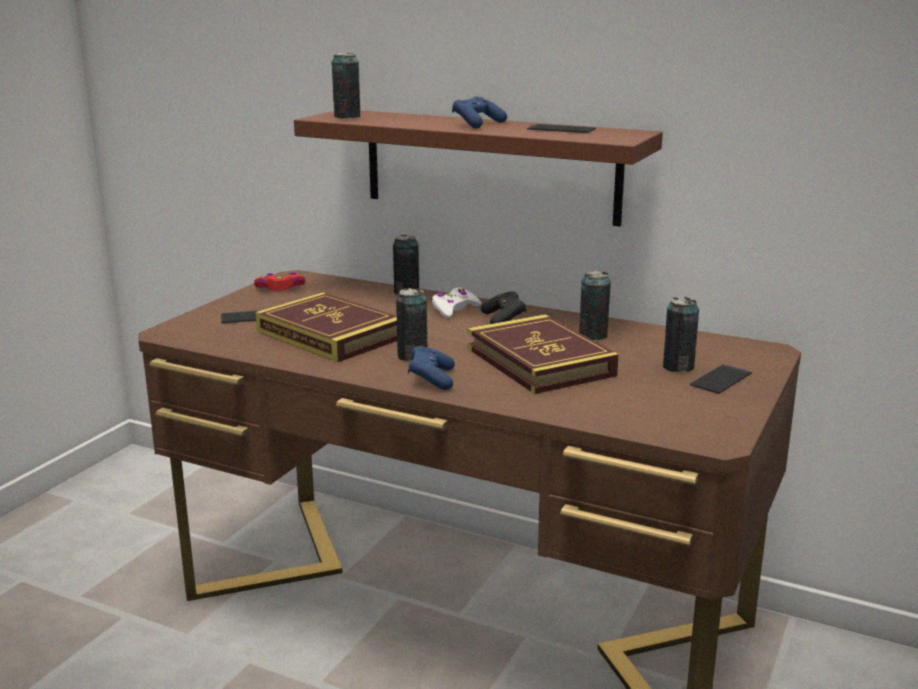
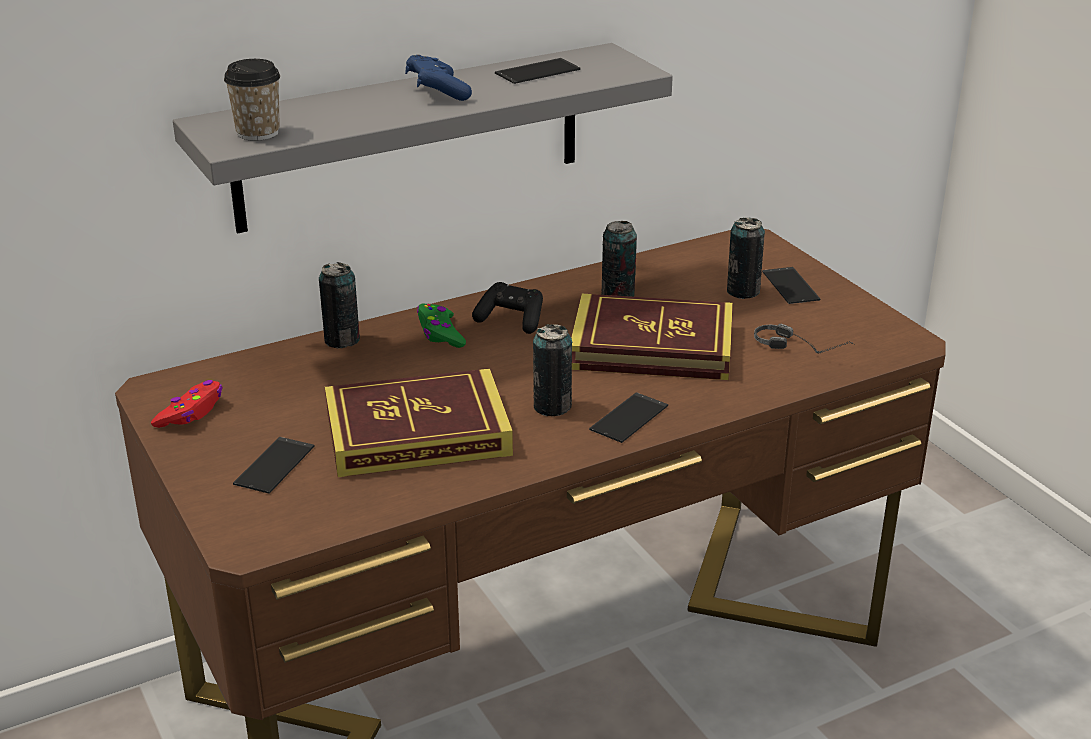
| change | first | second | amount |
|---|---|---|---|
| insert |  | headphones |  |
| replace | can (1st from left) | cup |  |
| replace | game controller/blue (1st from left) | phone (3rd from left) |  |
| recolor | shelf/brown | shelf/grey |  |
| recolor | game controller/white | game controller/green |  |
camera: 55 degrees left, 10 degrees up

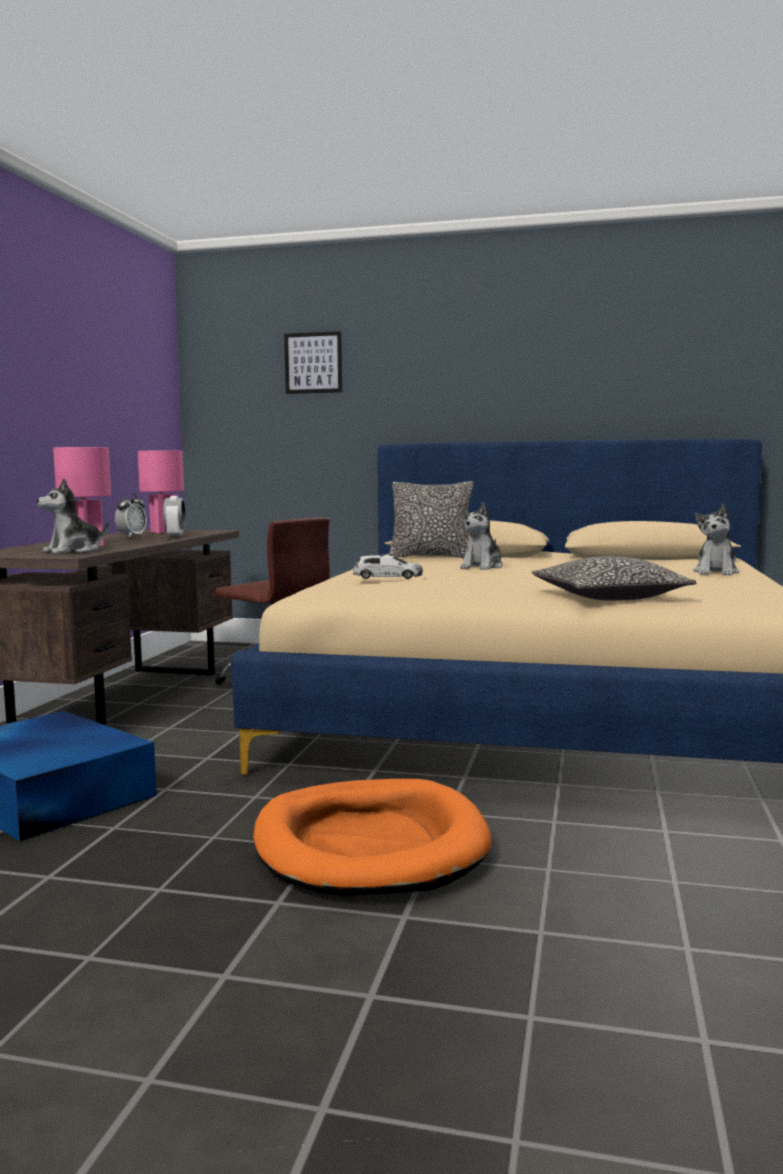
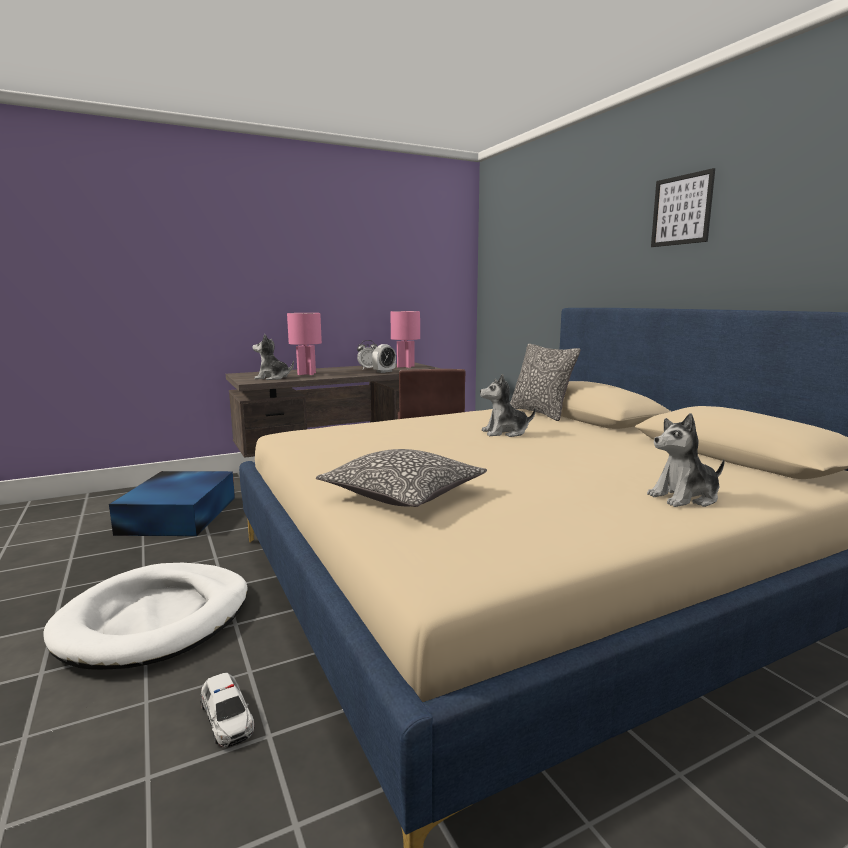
| change | first | second | amount |
|---|---|---|---|
| move | picture |  |  |
| move | toy car |  |  |
| recolor | dog bed/orange | dog bed/white |  |
camera: 50 degrees right, 5 degrees up

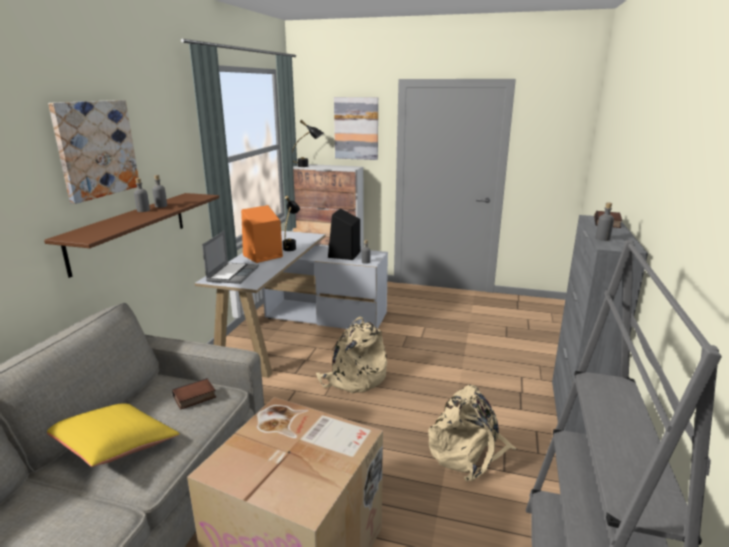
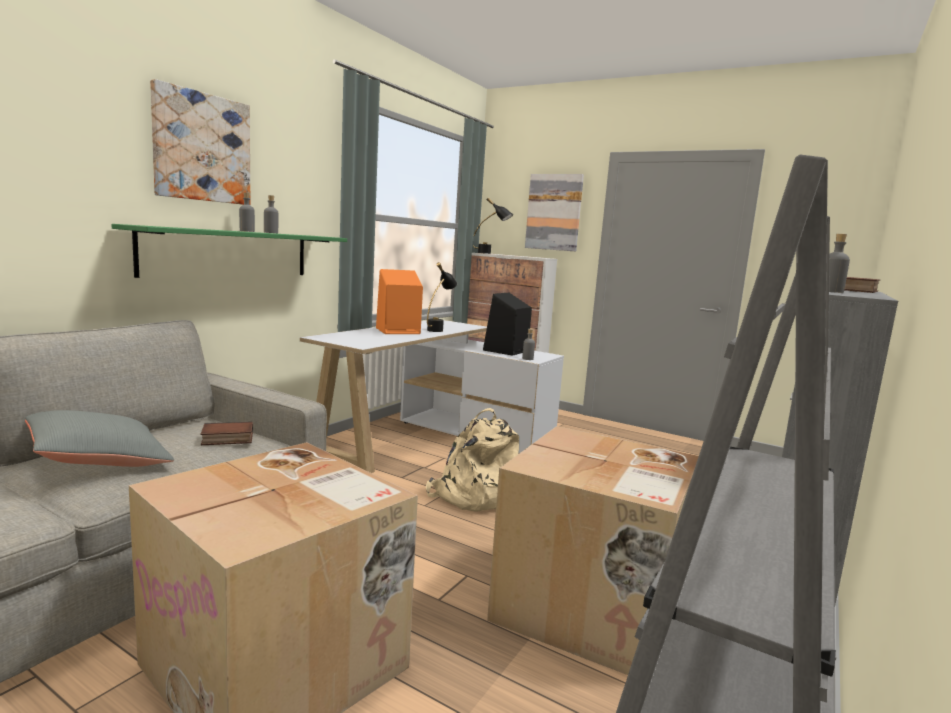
| change | first | second | amount |
|---|---|---|---|
| delete | laptop |  |  |
| replace | backpack/beige (2nd from left) | cardboard box (2nd from left) |  |
| recolor | shelf/brown | shelf/green |  |
| recolor | pillow/yellow | pillow/grey |  |
camera: 15 degrees right, 10 degrees down

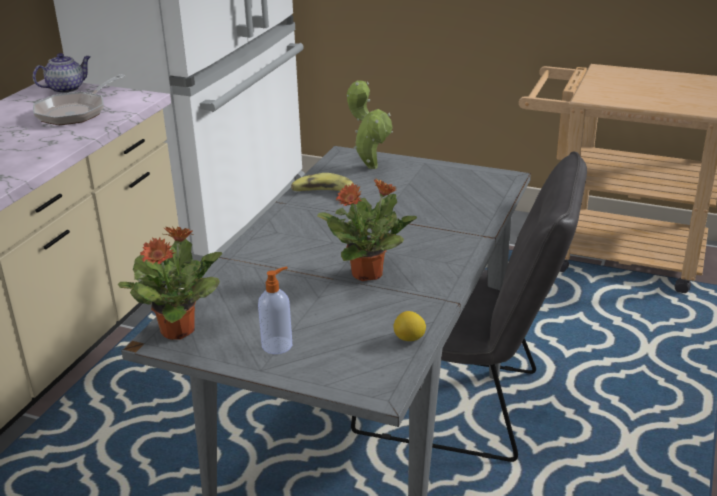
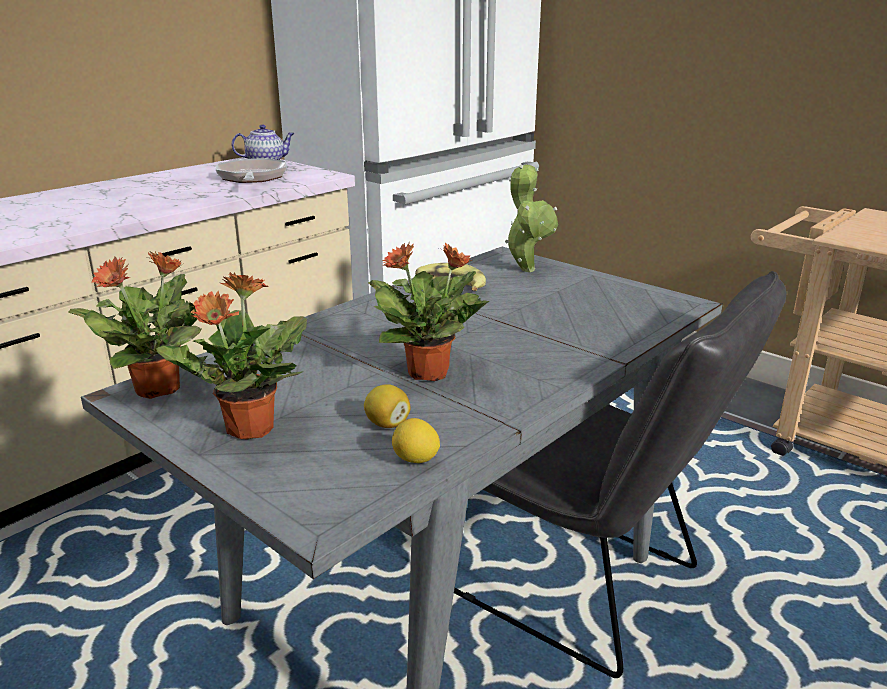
| change | first | second | amount |
|---|---|---|---|
| insert |  | lemon (1st from left) |  |
| replace | soap dispenser | potted plant (2nd from left) |  |
| rotate | frying pan |  | 120 degrees clockwise |
camera: 20 degrees right, 5 degrees down

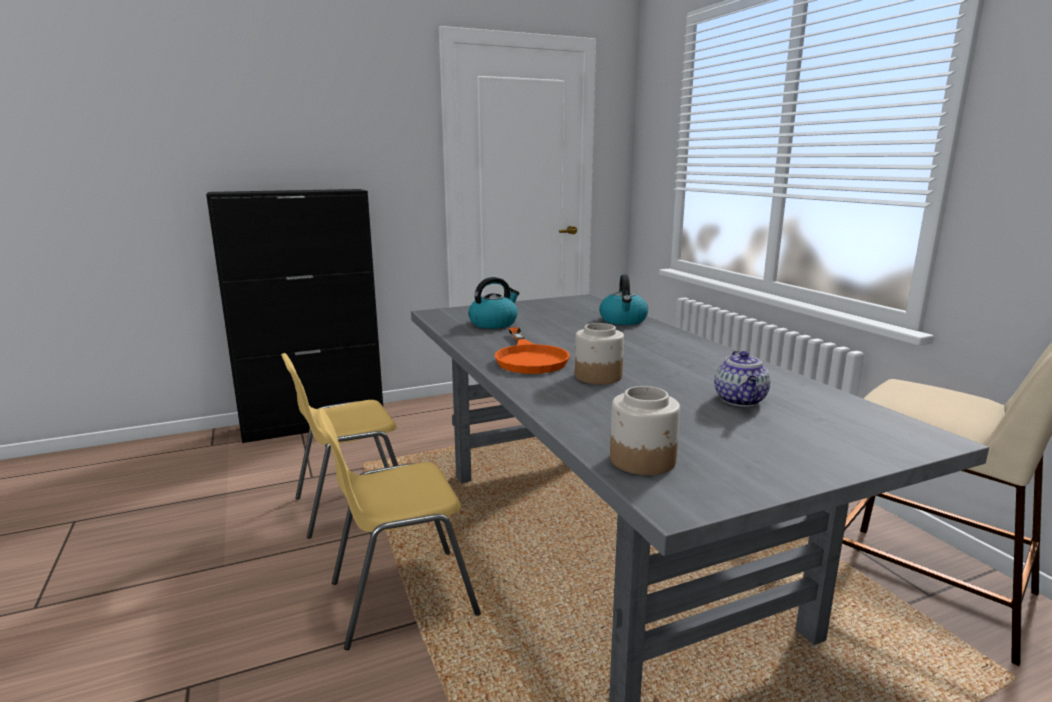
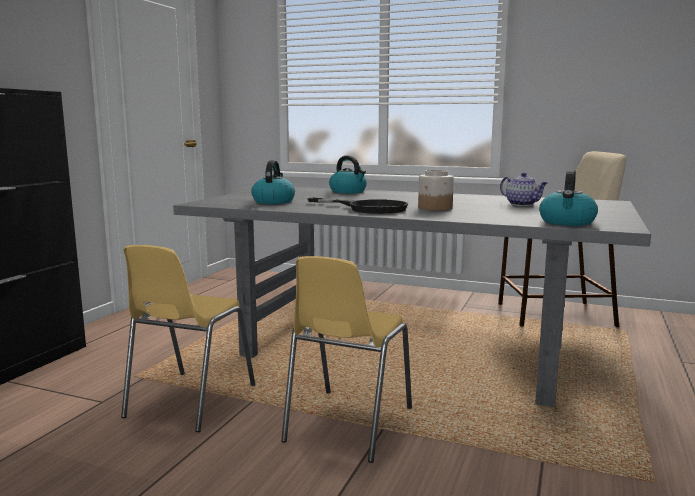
| change | first | second | amount |
|---|---|---|---|
| replace | jar (2nd from left) | kettle (3rd from left) |  |
| recolor | frying pan/orange | frying pan/black |  |
camera: 45 degrees left, 5 degrees down

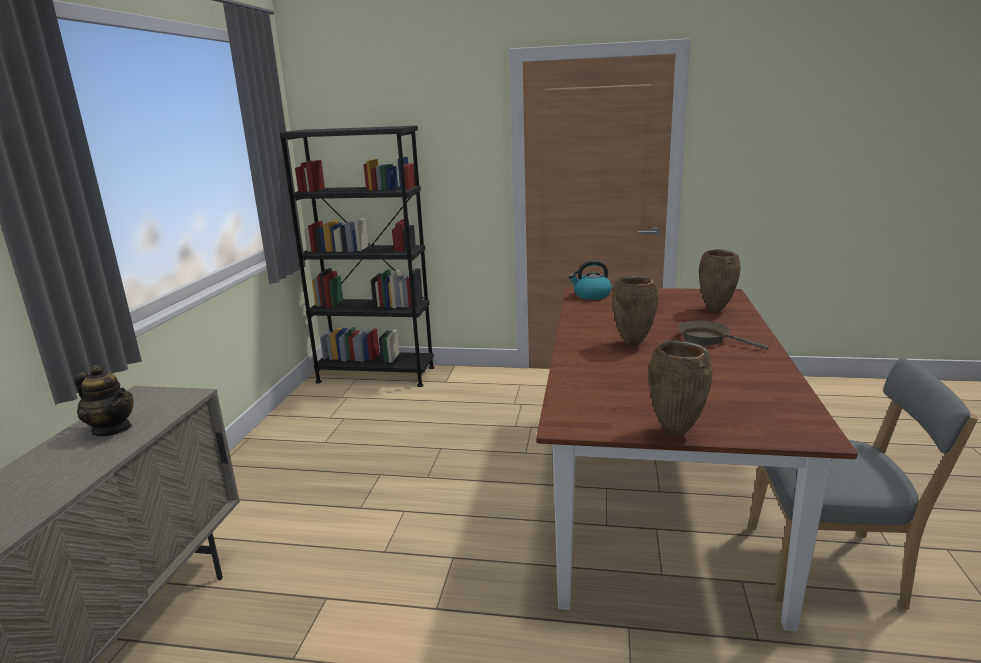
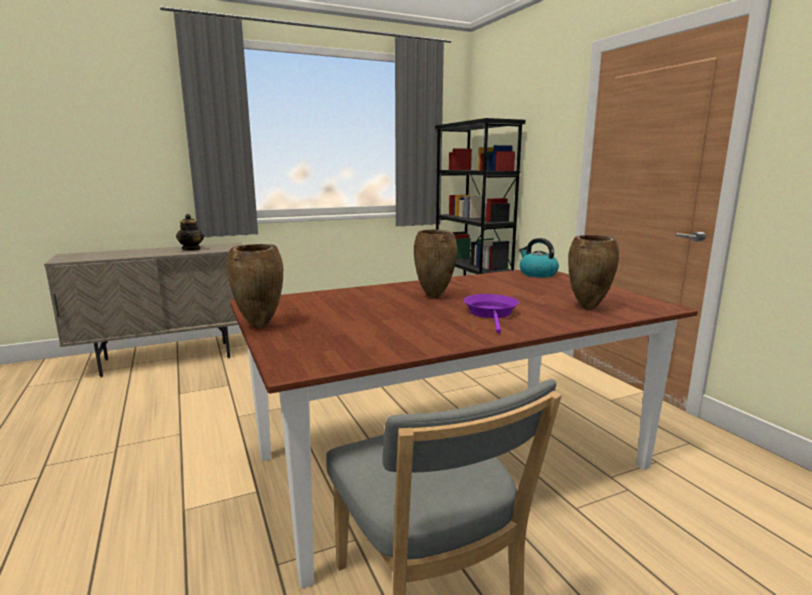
| change | first | second | amount |
|---|---|---|---|
| recolor | frying pan/brown | frying pan/purple |  |
camera: 55 degrees right, 5 degrees down

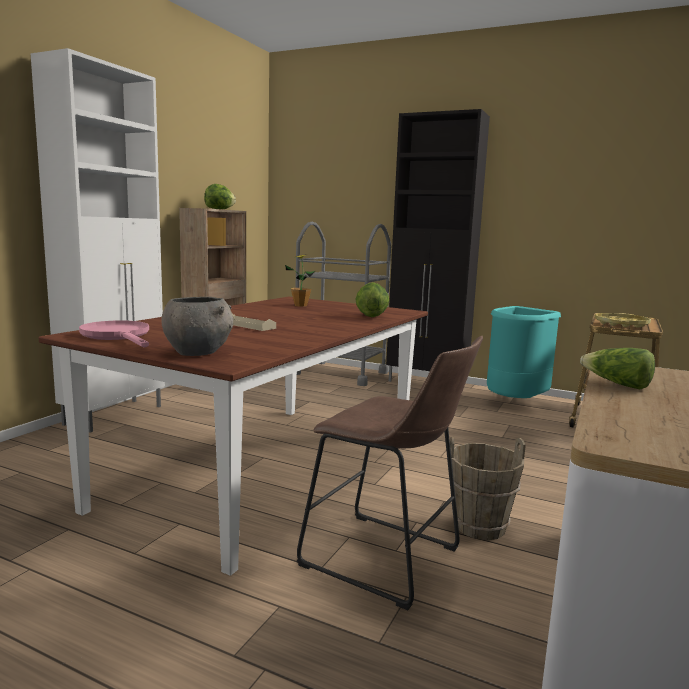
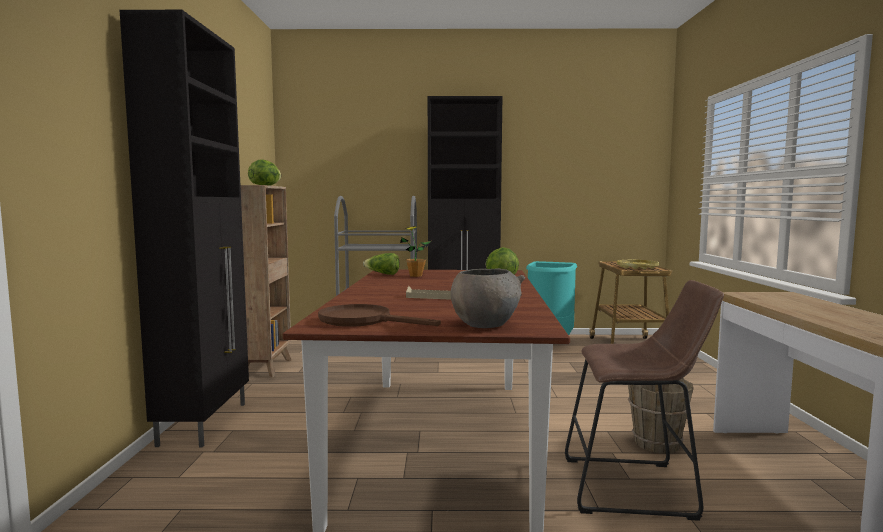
| change | first | second | amount |
|---|---|---|---|
| move | lettuce (3rd from left in the first image) | lettuce (2nd from left) |  |
| recolor | cabinet/white | cabinet/black (1st from left) |  |
| recolor | frying pan/pink | frying pan/brown |  |
camera: 25 degrees left, 5 degrees down

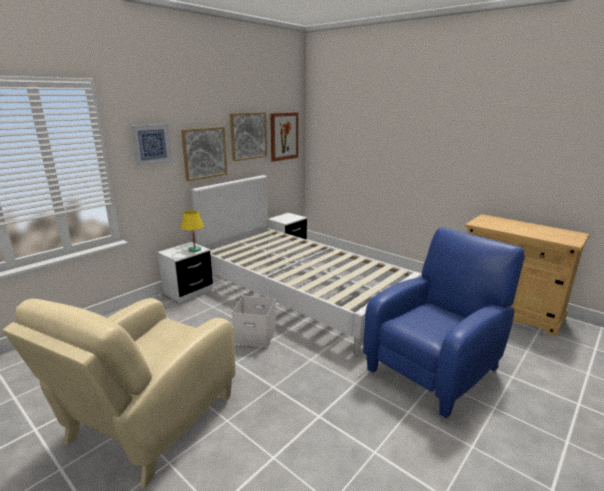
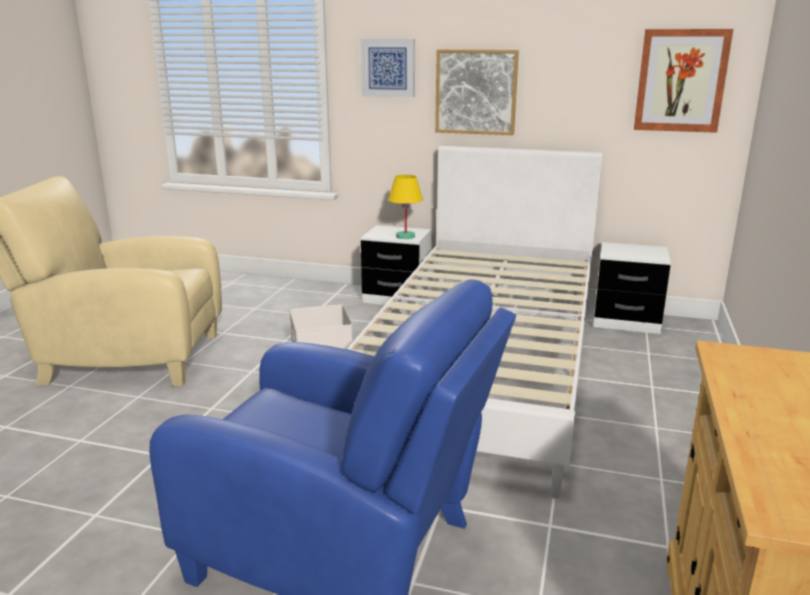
| change | first | second | amount |
|---|---|---|---|
| delete | picture (3rd from left) |  |  |
camera: 65 degrees right, 0 degrees up

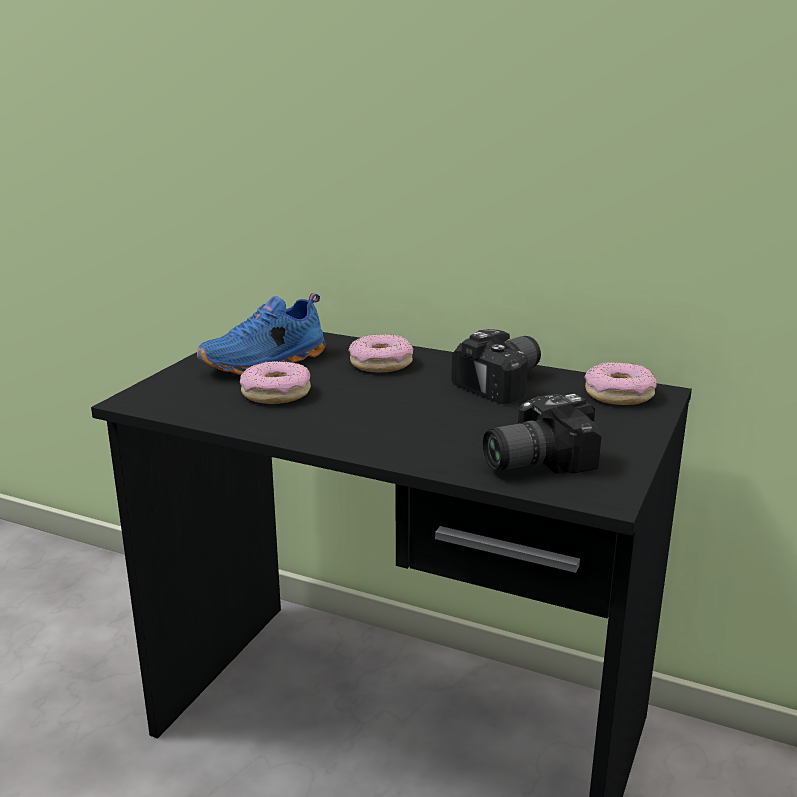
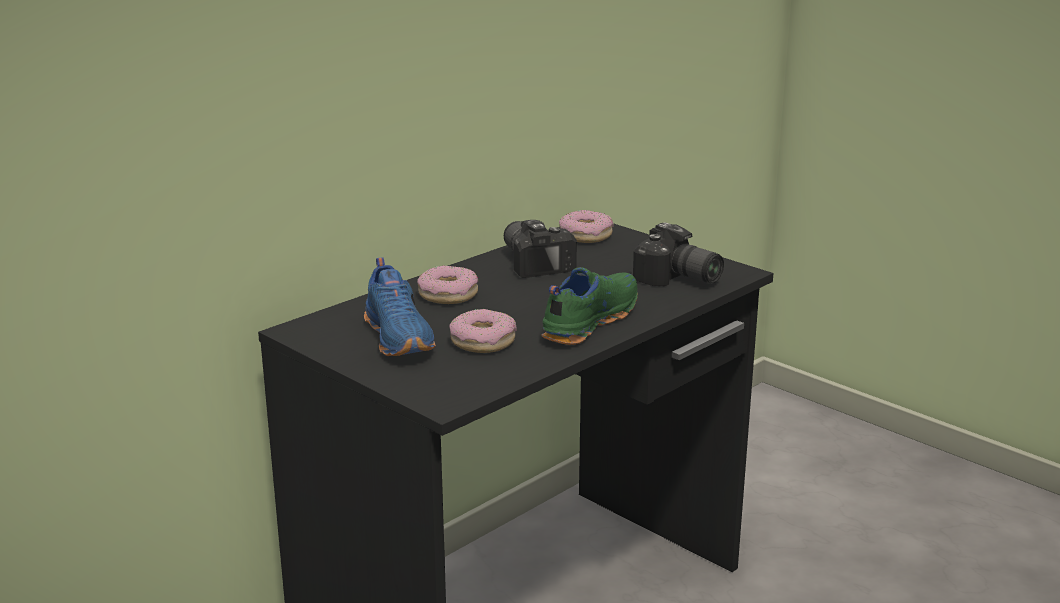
| change | first | second | amount |
|---|---|---|---|
| insert |  | shoe/green |  |
| rotate | photo camera (2nd from left) |  | 45 degrees counterclockwise |
camera: 70 degrees left, 0 degrees up

